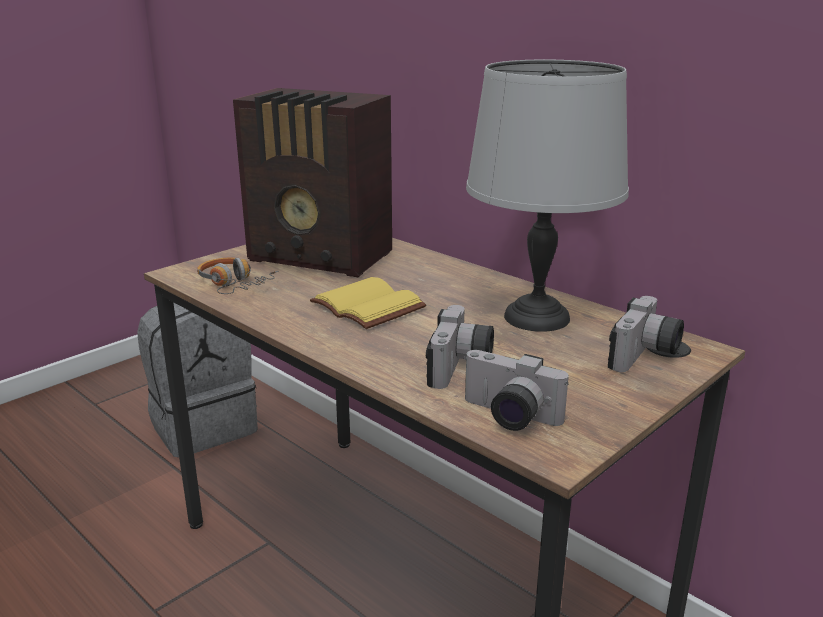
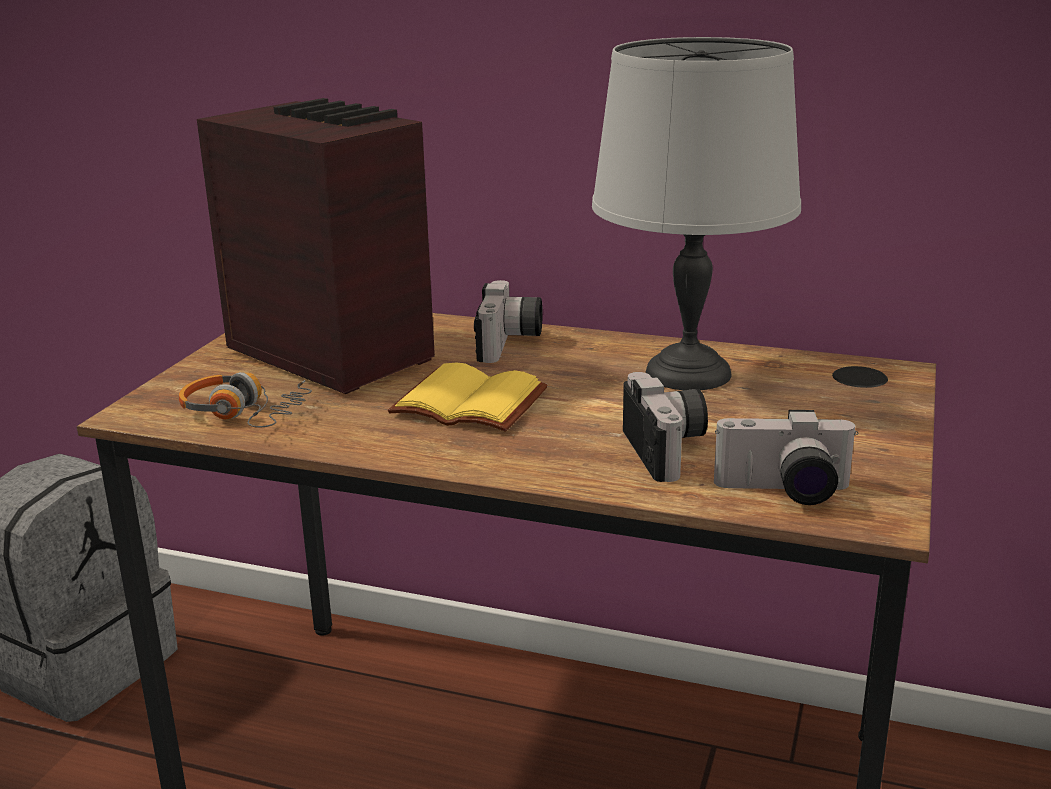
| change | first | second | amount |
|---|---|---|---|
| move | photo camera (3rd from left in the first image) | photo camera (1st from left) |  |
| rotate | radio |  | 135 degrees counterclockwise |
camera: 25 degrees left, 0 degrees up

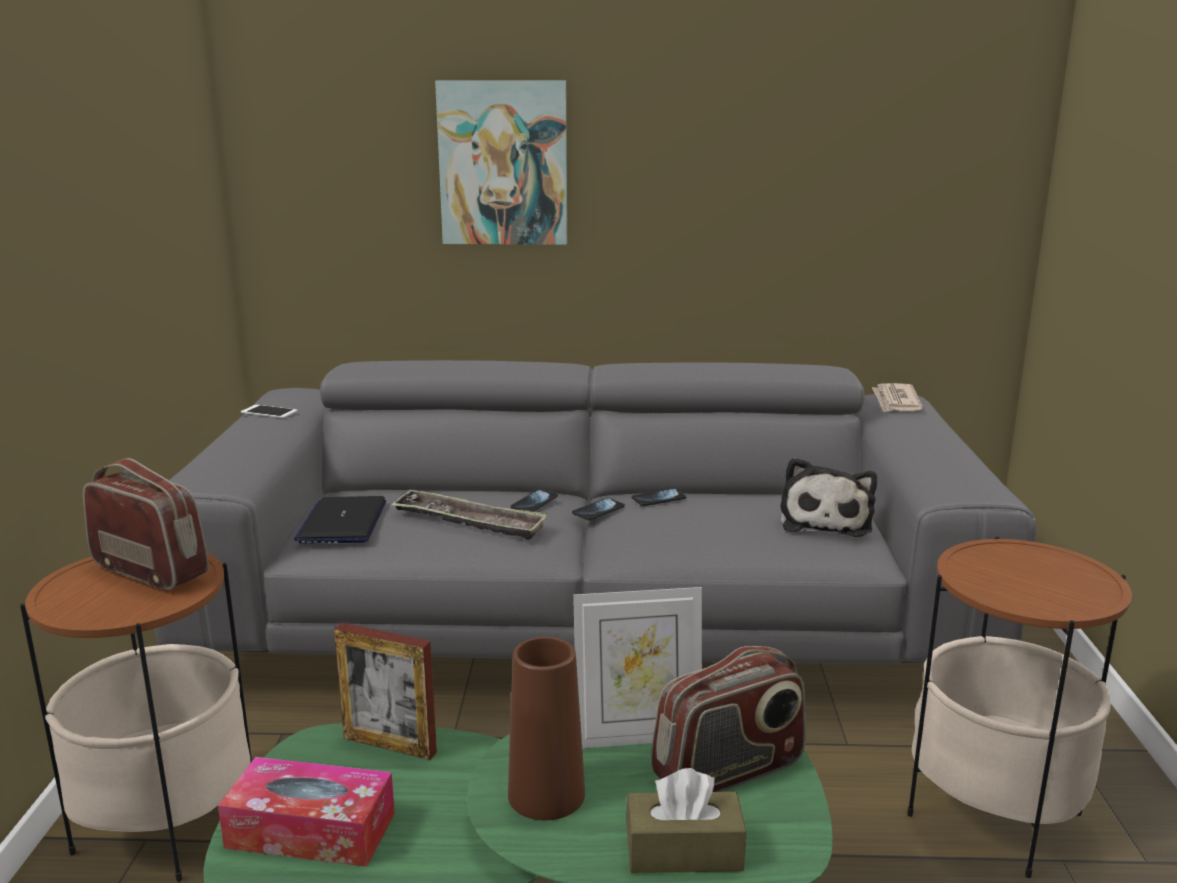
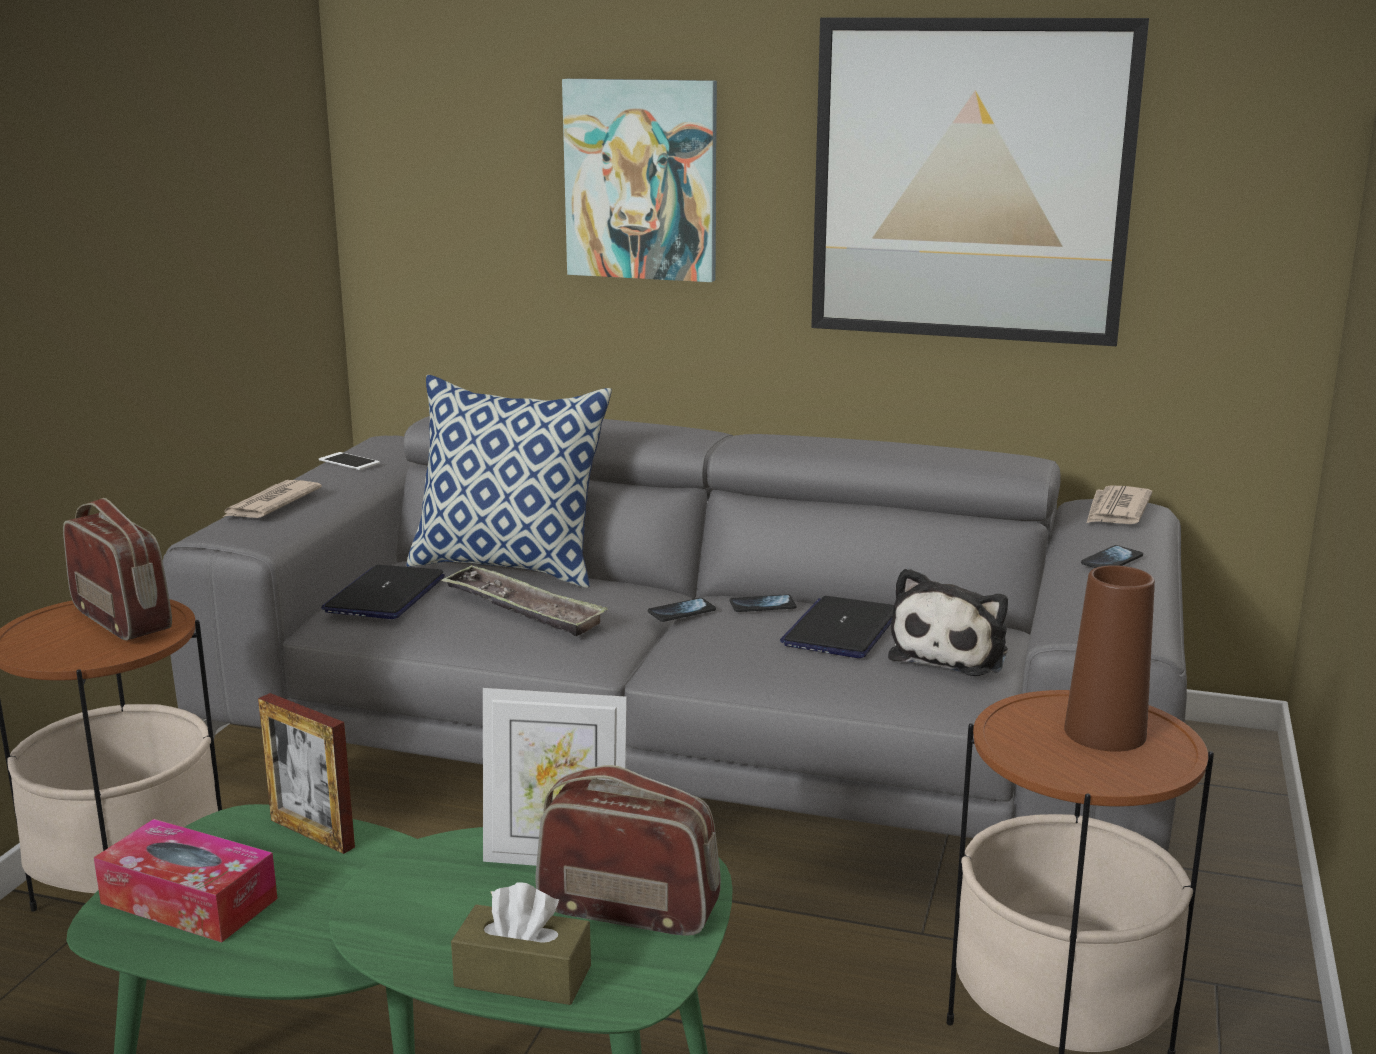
| change | first | second | amount |
|---|---|---|---|
| insert |  | newspaper (1st from left) |  |
| insert |  | pillow |  |
| insert |  | laptop (2nd from left) |  |
| insert |  | picture (2nd from left) |  |
| move | vase/brown |  |  |
| move | phone (2nd from left in the first image) | phone (4th from left) |  |
| rotate | radio (2nd from left) |  | 150 degrees counterclockwise |
camera: 15 degrees right, 0 degrees up

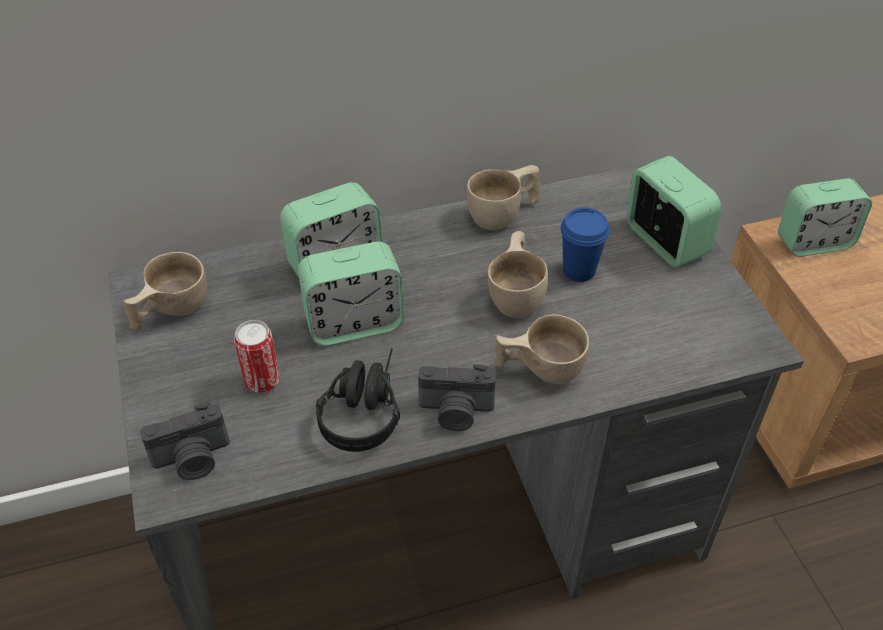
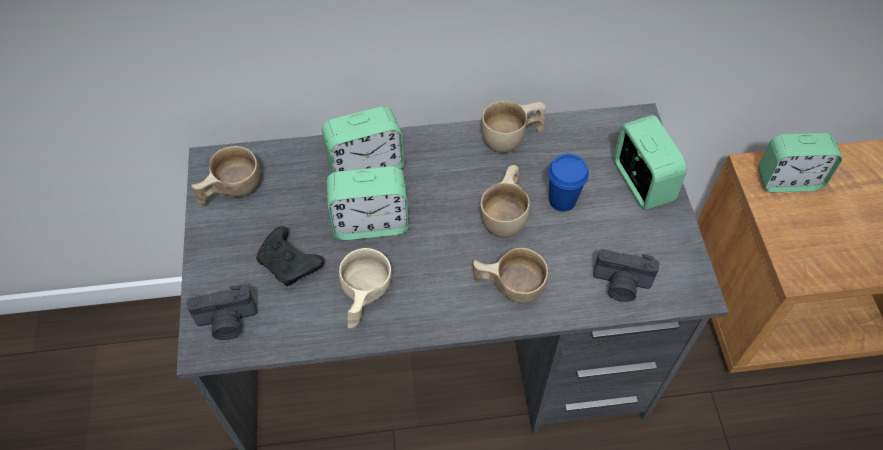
| change | first | second | amount |
|---|---|---|---|
| move | photo camera (2nd from left) |  |  |
| replace | can | game controller/black |  |
| replace | headphones/black | cup/beige (2nd from left) |  |
camera: 10 degrees right, 10 degrees up

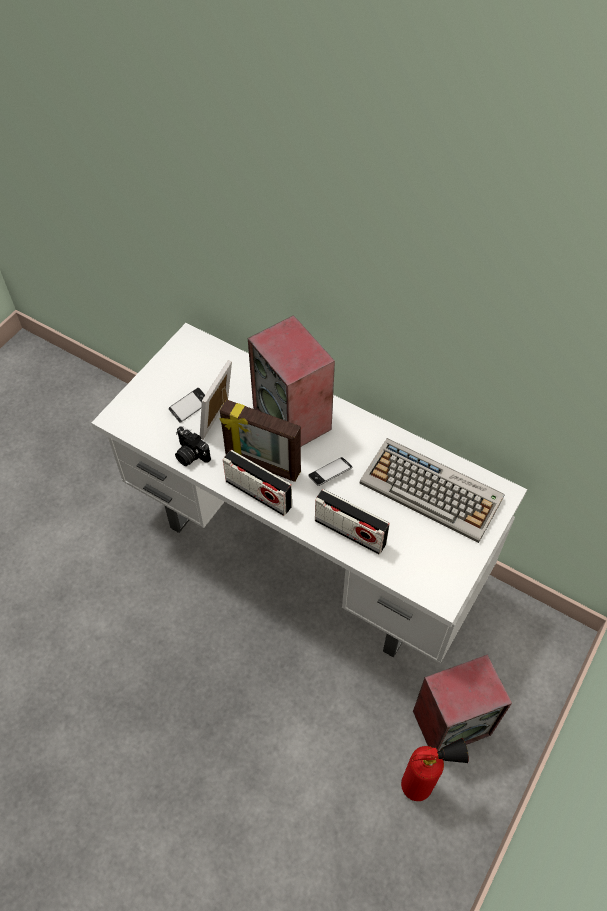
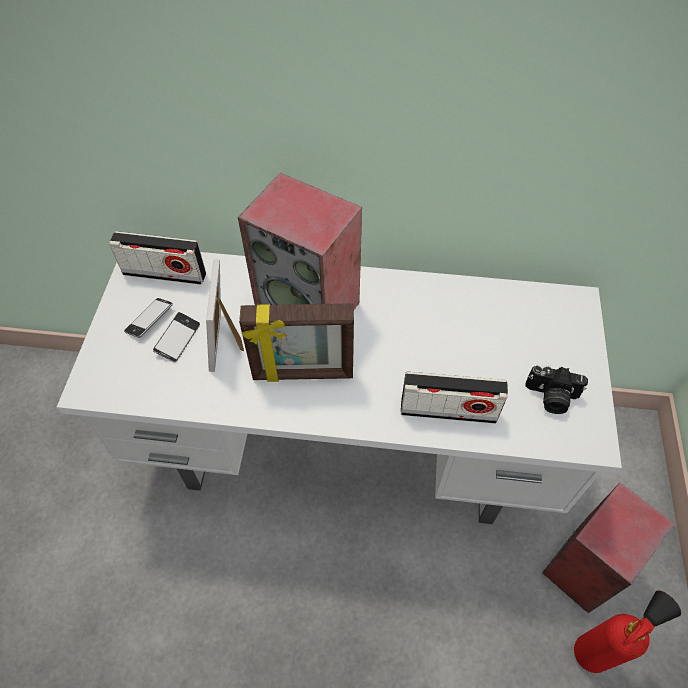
| change | first | second | amount |
|---|---|---|---|
| delete | keyboard |  |  |
| move | photo camera |  |  |
| move | radio (1st from left) |  |  |
| move | phone (2nd from left in the first image) | phone (1st from left) |  |
camera: 25 degrees left, 0 degrees up

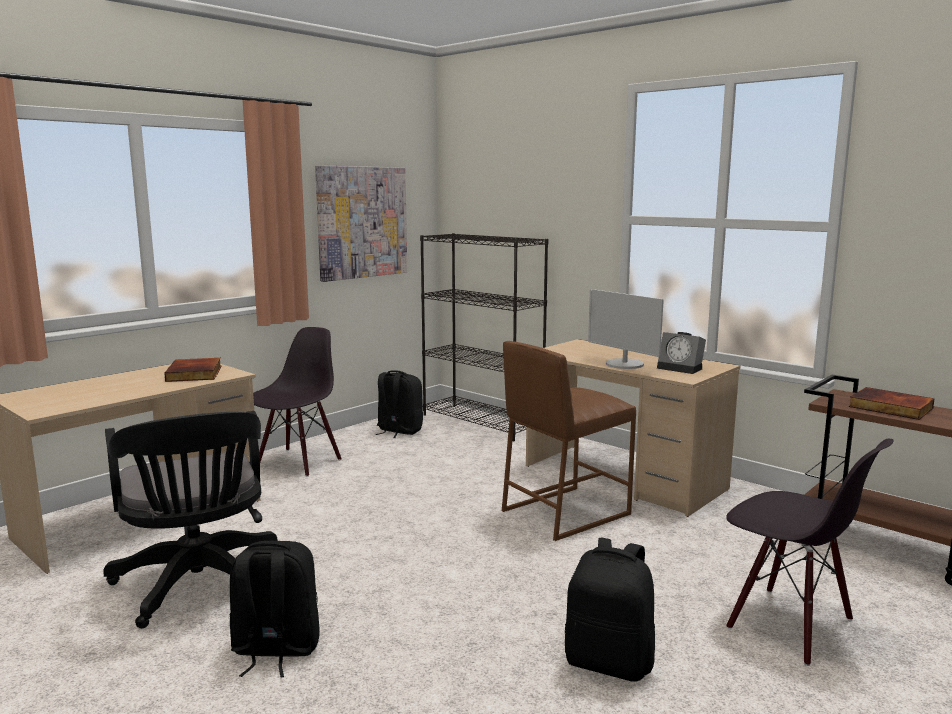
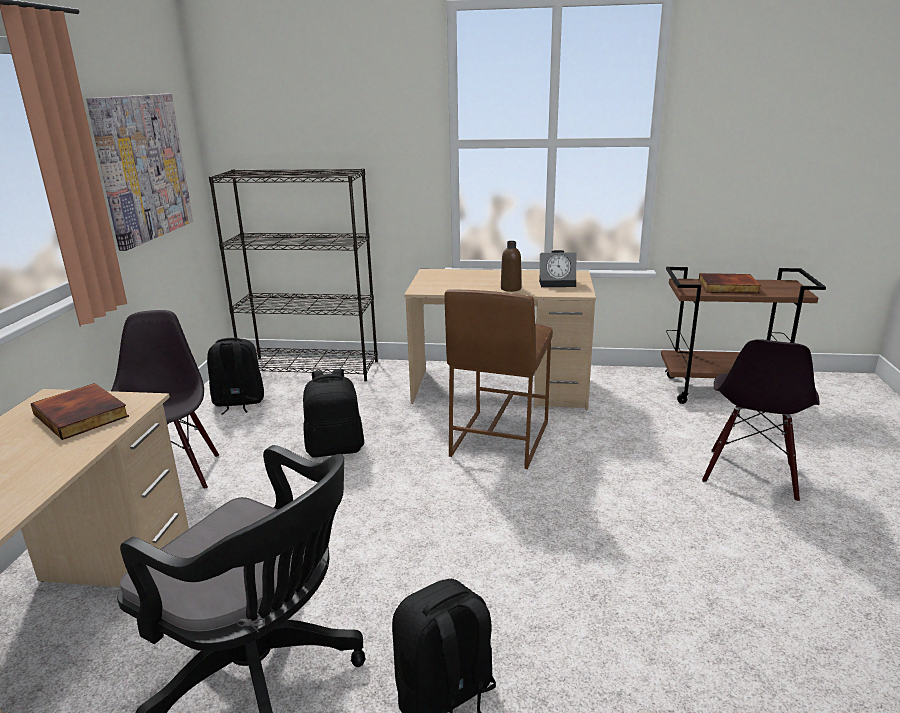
| change | first | second | amount |
|---|---|---|---|
| move | backpack/black (3rd from left in the first image) | backpack/black (2nd from left) |  |
| replace | monitor | bottle/brown |  |
| rotate | chair/black (2nd from left) |  | 105 degrees clockwise |
camera: 35 degrees left, 10 degrees up

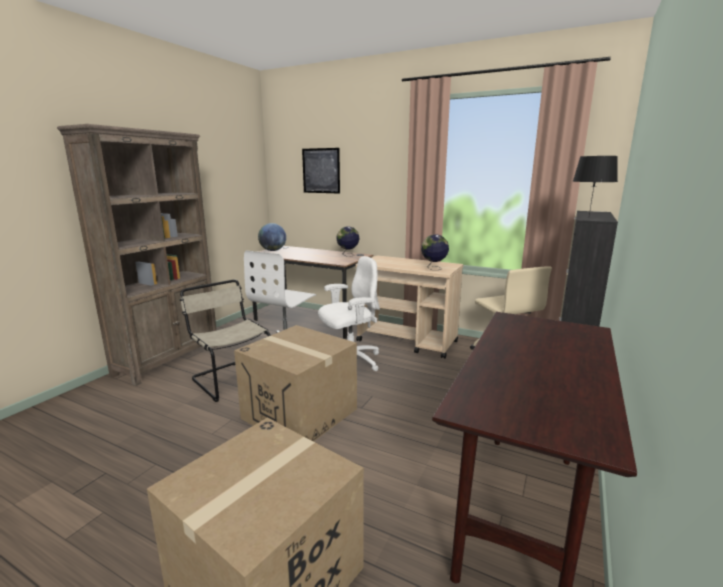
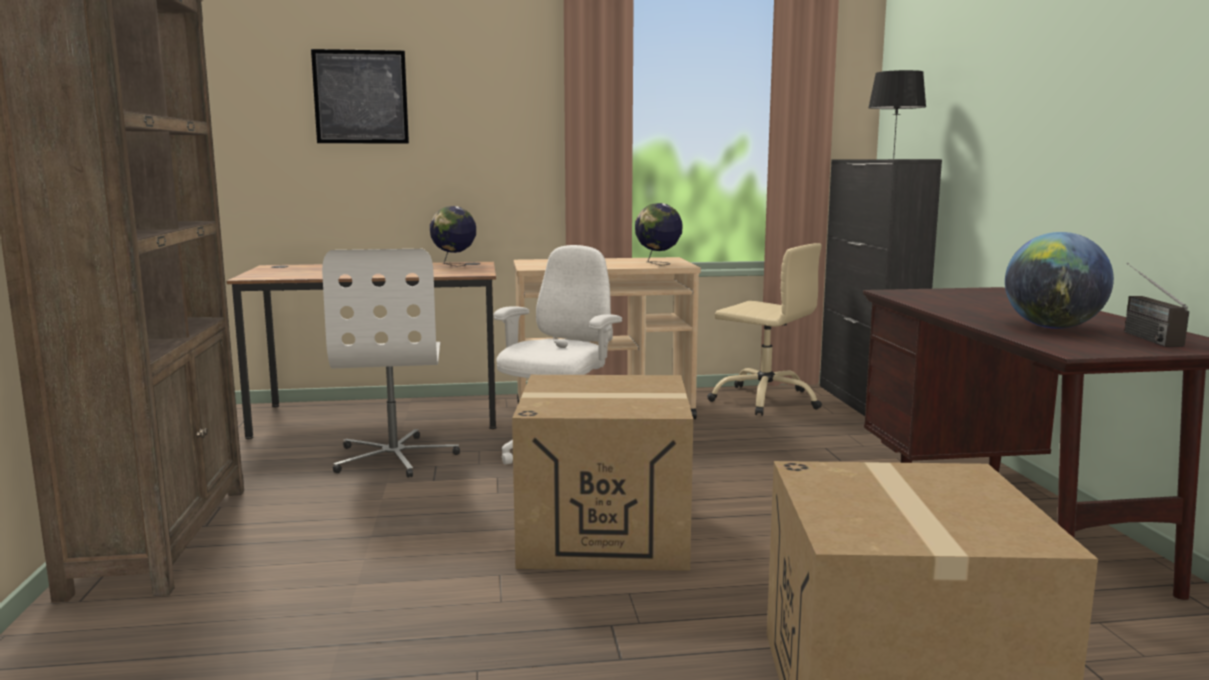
| change | first | second | amount |
|---|---|---|---|
| delete | chair/beige |  |  |
| insert |  | radio |  |
| move | globe (1st from left in the first image) | globe (3rd from left) |  |
camera: 35 degrees left, 5 degrees down

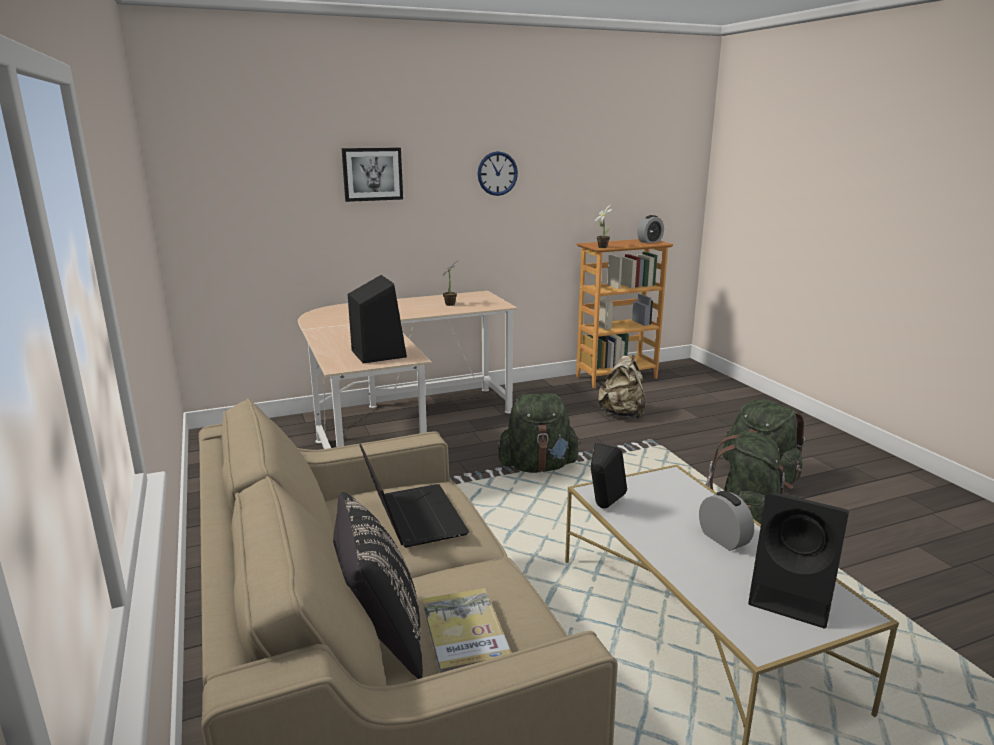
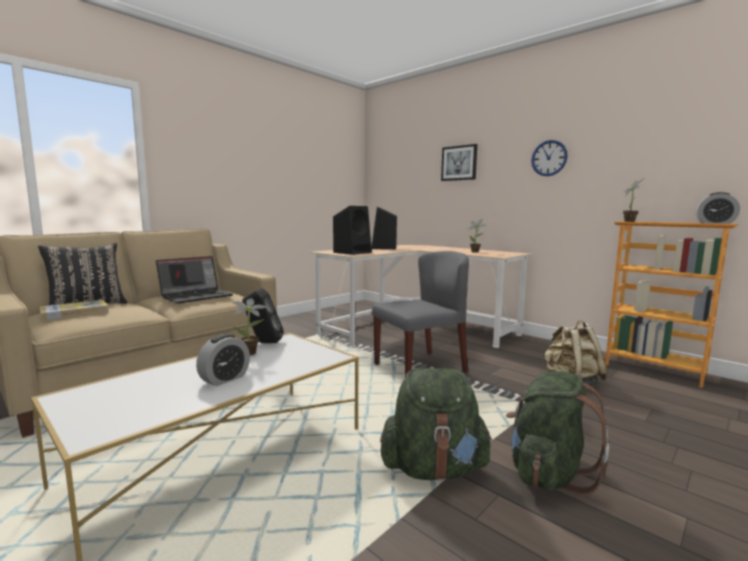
| change | first | second | amount |
|---|---|---|---|
| insert |  | potted plant (1st from left) |  |
| move | speaker/black (3rd from left) |  |  |
| replace | backpack/green (1st from left) | chair/grey |  |
camera: 65 degrees right, 10 degrees down

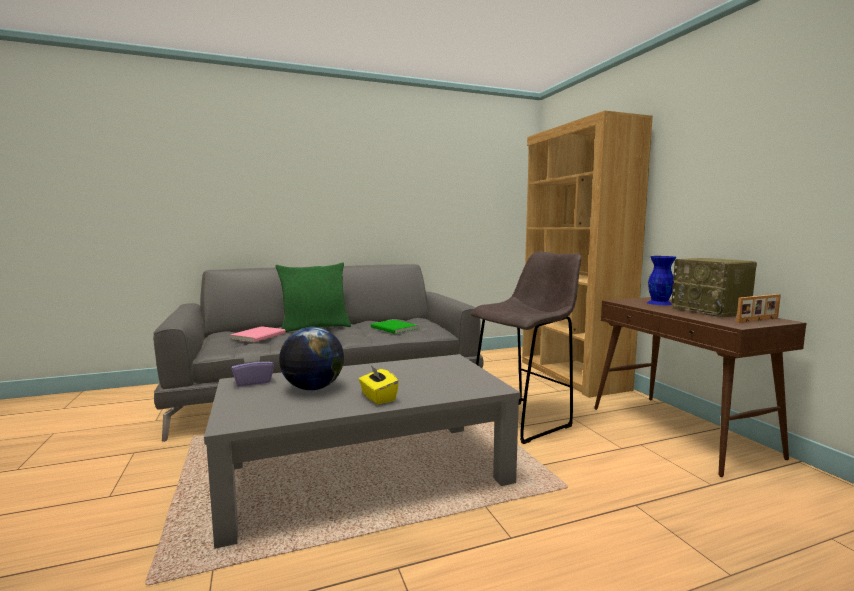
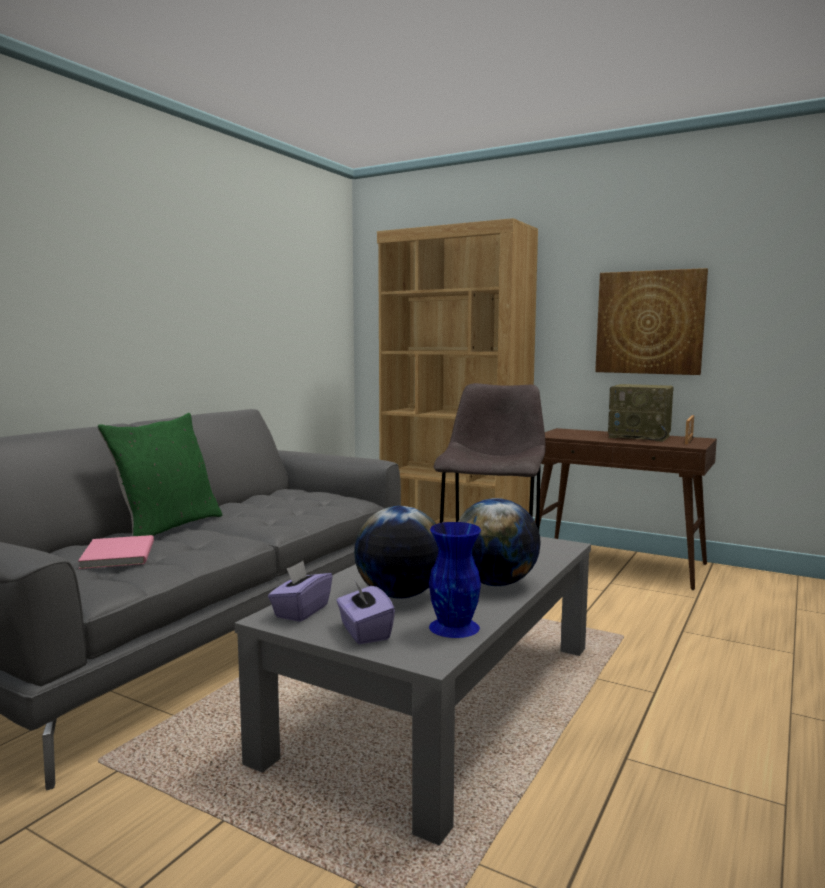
| change | first | second | amount |
|---|---|---|---|
| delete | book/green |  |  |
| insert |  | tissue box/purple (2nd from left) |  |
| insert |  | picture |  |
| move | vase/blue |  |  |
| replace | tissue box/yellow | globe (2nd from left) |  |
camera: 40 degrees left, 0 degrees up

